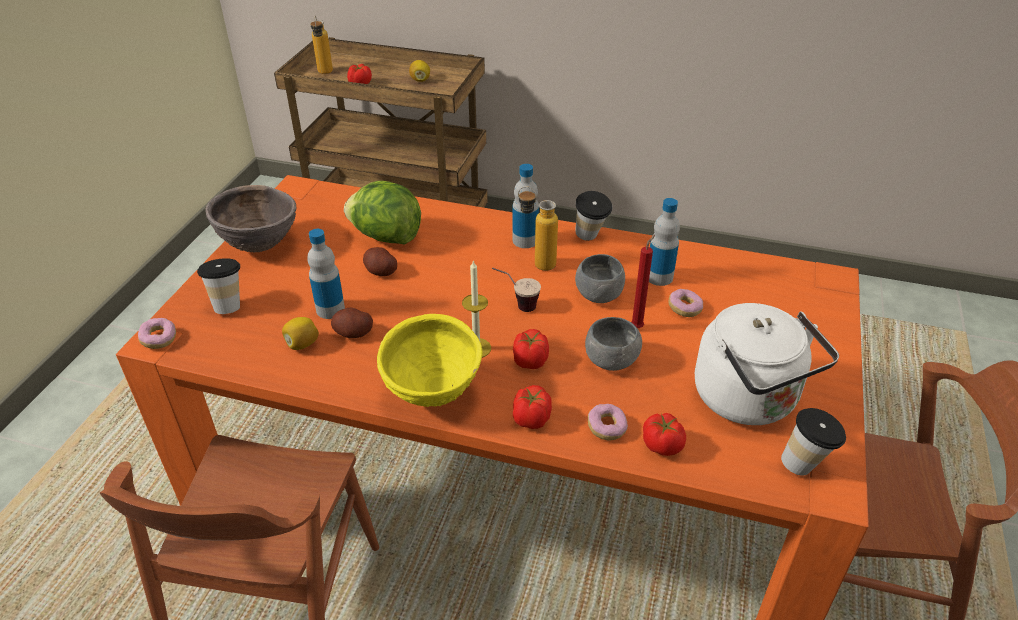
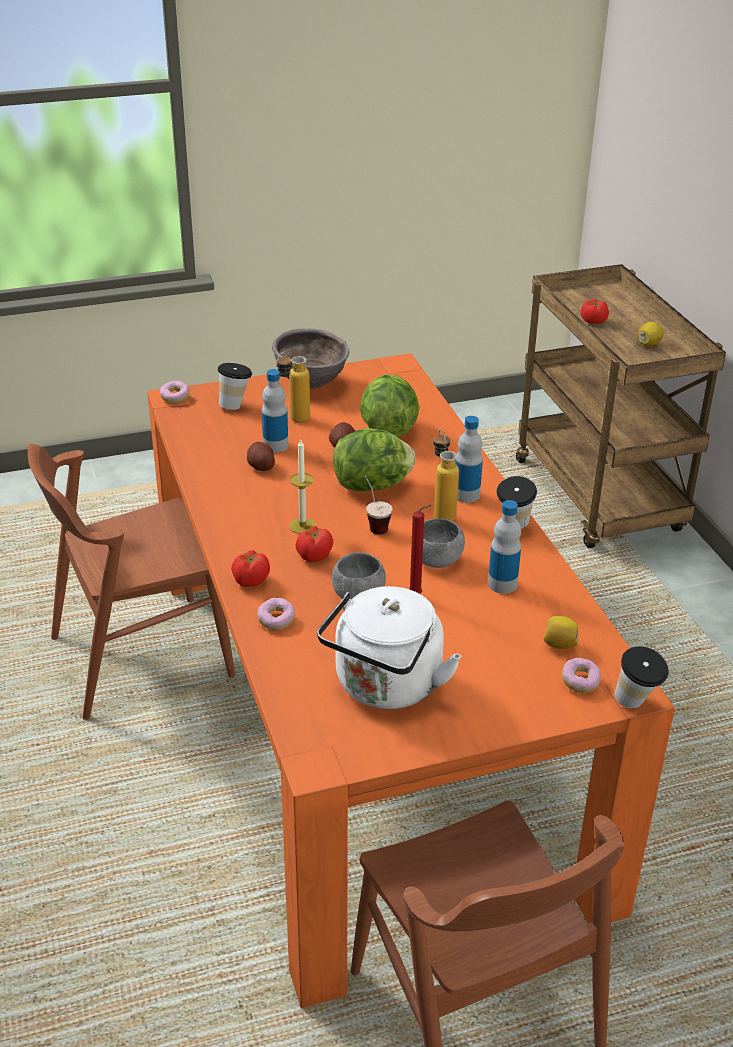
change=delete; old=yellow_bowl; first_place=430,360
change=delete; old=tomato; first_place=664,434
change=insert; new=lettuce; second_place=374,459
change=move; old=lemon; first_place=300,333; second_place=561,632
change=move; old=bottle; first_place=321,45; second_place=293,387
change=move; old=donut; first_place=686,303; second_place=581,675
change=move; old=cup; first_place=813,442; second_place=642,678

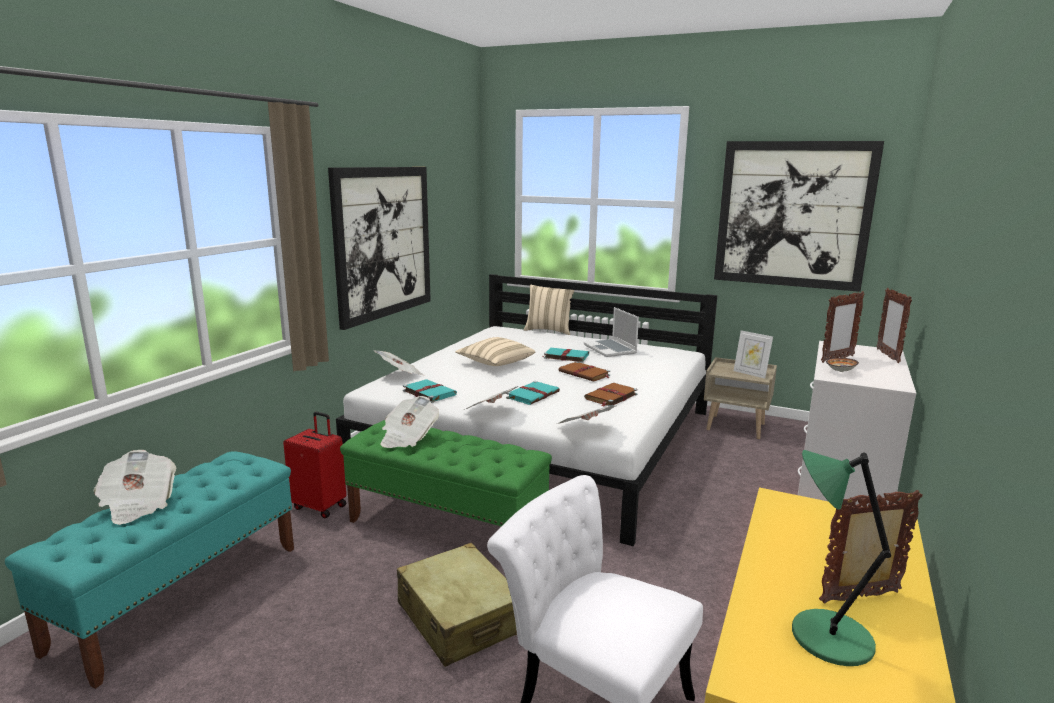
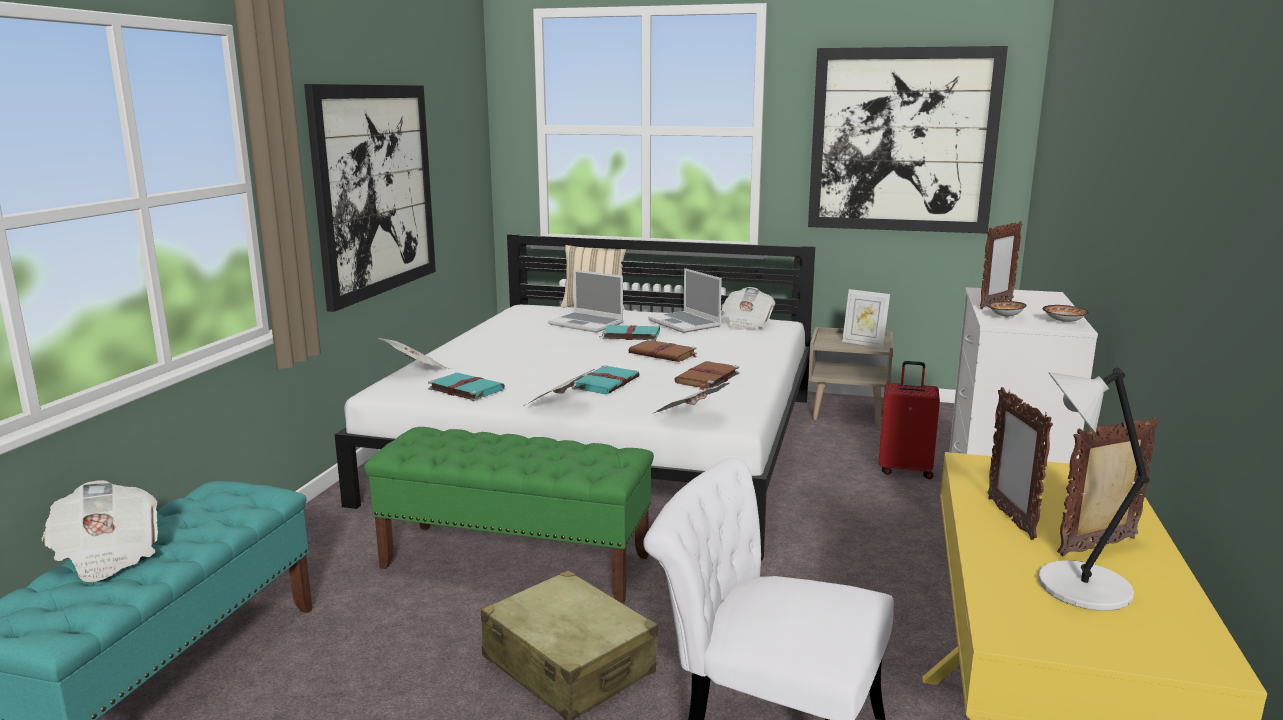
change=delete; old=beige_pillow; first_place=495,351
change=insert; new=laptop; second_place=585,301
change=insert; new=bowl; second_place=1065,314
change=move; old=red_suitcase; first_place=314,465; second_place=909,420
change=move; old=newspaper; first_place=409,422; second_place=748,308
change=move; old=picture_frame; first_place=894,325; second_place=1020,463
change=recolor; old=green_table_lamp; new=grey_table_lamp; first_place=841,558; second_place=1094,489

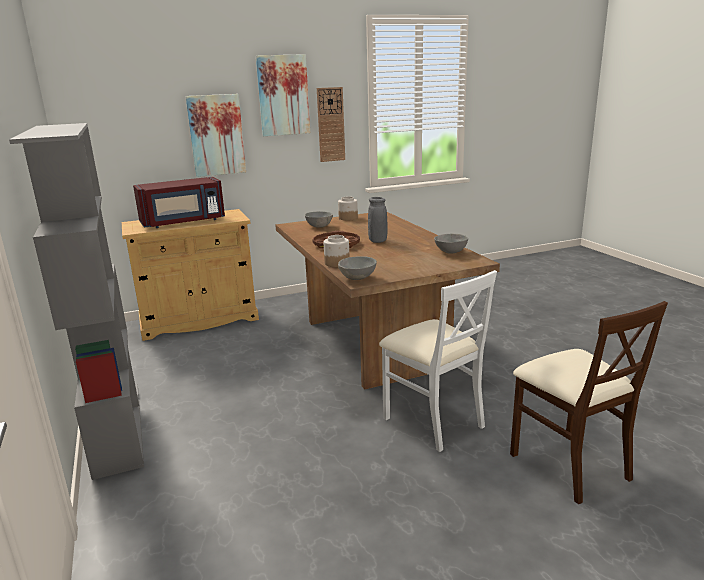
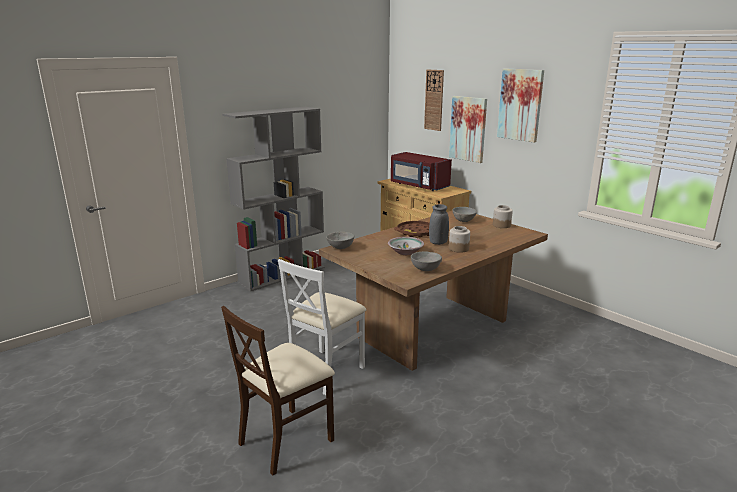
change=insert; new=bowl; second_place=406,246
change=move; old=wall_clock; first_place=331,124; second_place=434,100
change=move; old=jar; first_place=337,251; second_place=459,239

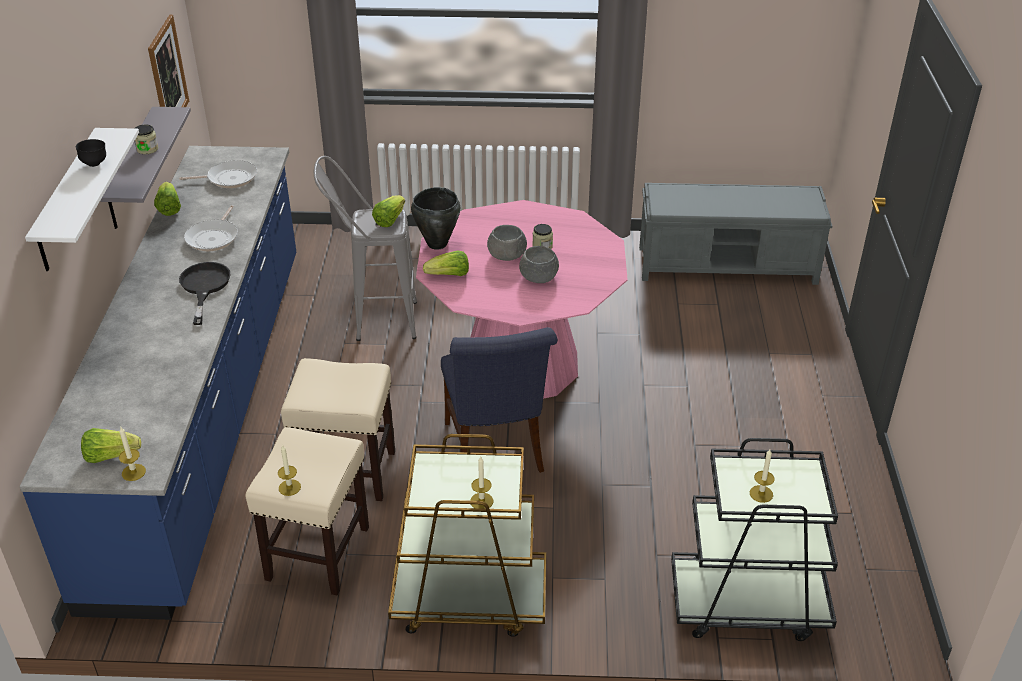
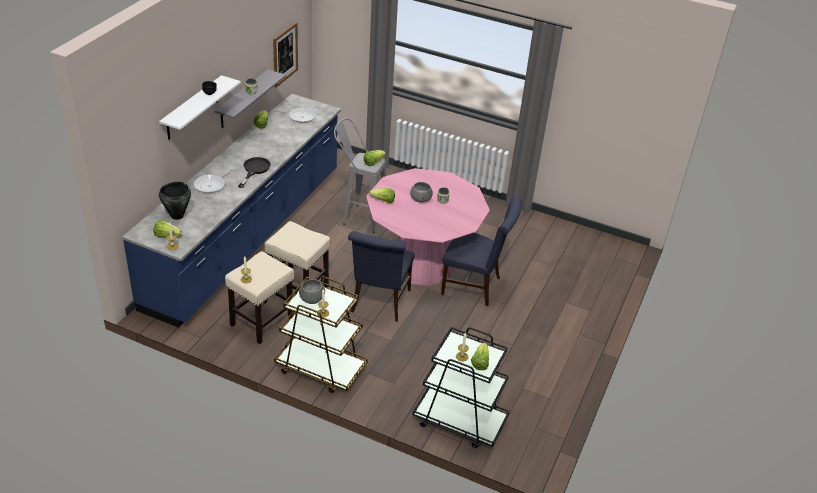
change=delete; old=grey_bench; first_place=735,234
change=insert; new=blue_chair; second_place=481,252
change=insert; new=lettuce; second_place=480,356
change=move; old=frying_pan; first_place=211,228; second_place=213,181
change=move; old=black_cooking_pot; first_place=435,218; second_place=175,201
change=move; old=grey_bowl; first_place=539,264; second_place=312,291

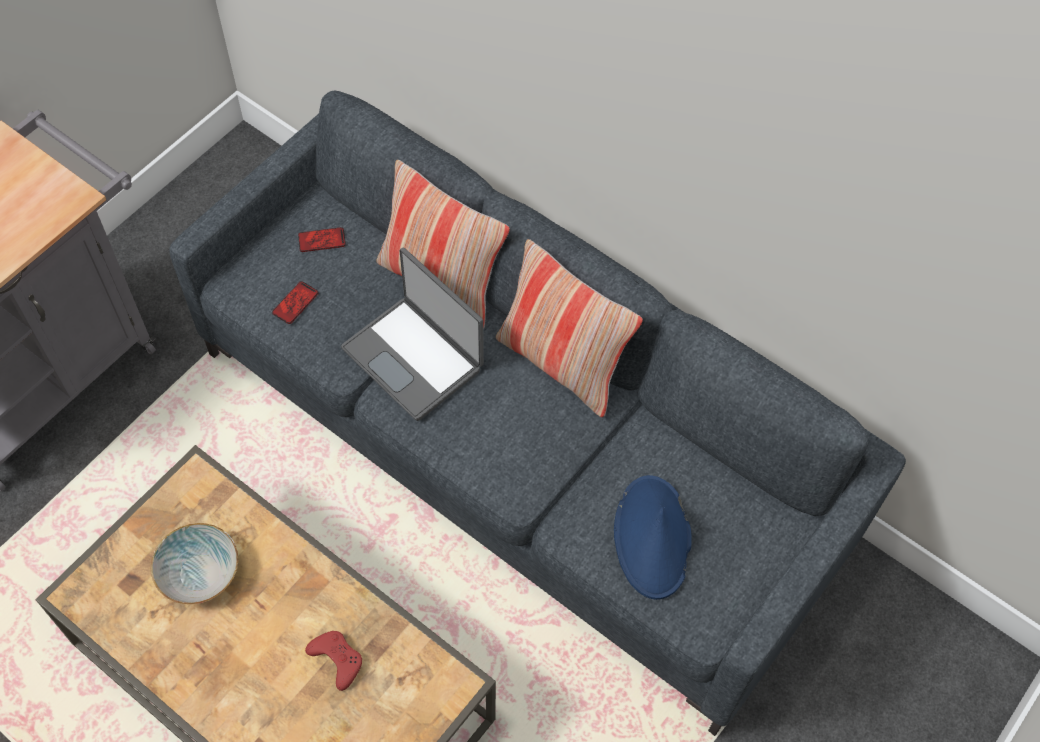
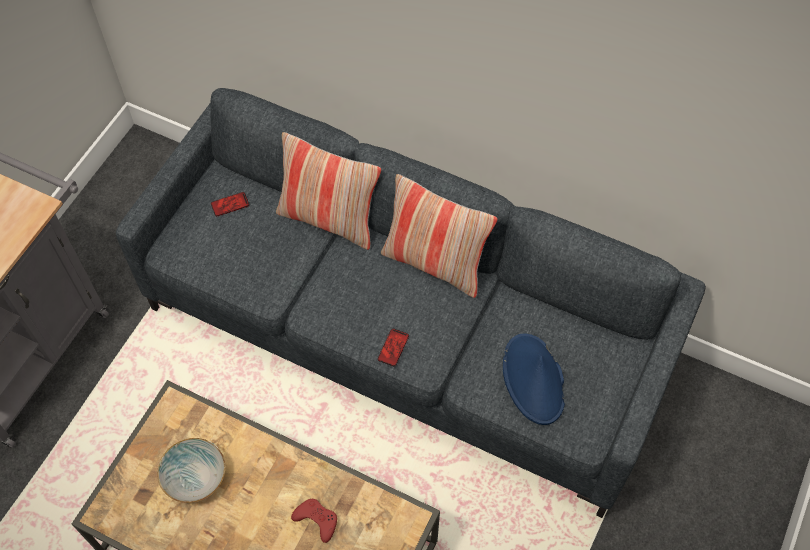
change=delete; old=laptop; first_place=412,334
change=move; old=phone; first_place=295,302; second_place=393,347

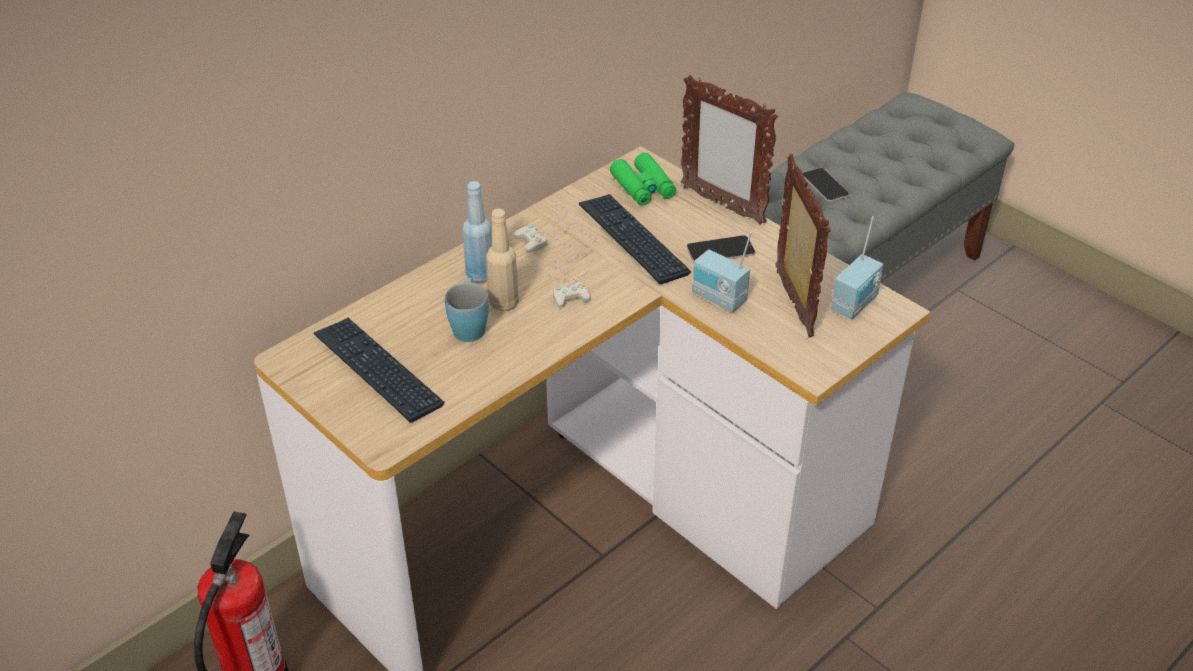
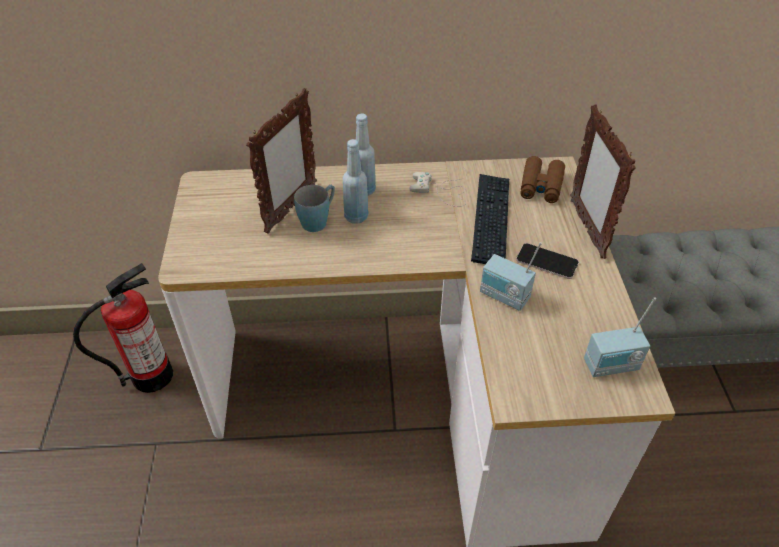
change=delete; old=keyboard; first_place=379,370
change=delete; old=white_game_controller; first_place=555,280
change=delete; old=phone; first_place=826,185
change=move; old=picture_frame; first_place=802,246; second_place=281,161
change=recolor; old=beige_bottle; new=blue_bottle; first_place=502,260; second_place=355,181
change=recolor; old=green_binoculars; new=brown_binoculars; first_place=643,179; second_place=542,179
change=rotate; old=radio; first_place=722,271; second_place=511,276; degrees=-45

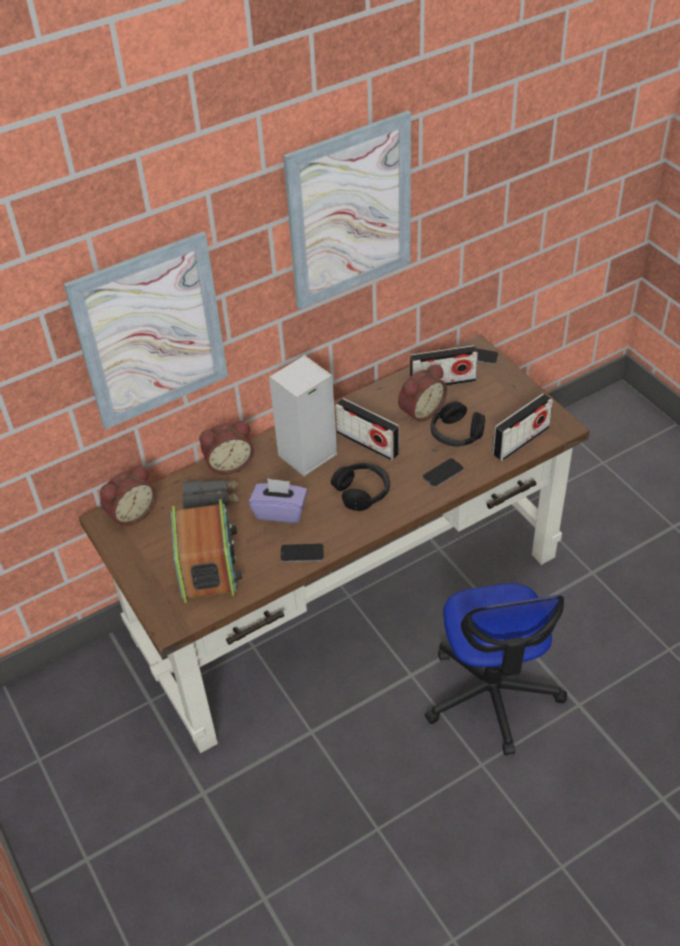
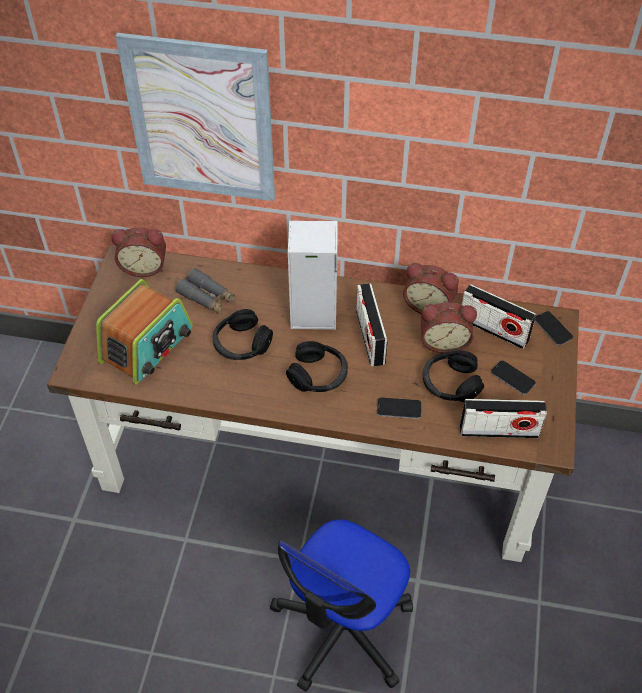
change=delete; old=picture; first_place=347,210
change=move; old=alarm_clock; first_place=226,447; second_place=431,288
change=move; old=phone; first_place=302,553; second_place=513,378
change=replace; old=purple_tissue_box; new=black_headphones; first_place=278,500; second_place=242,334

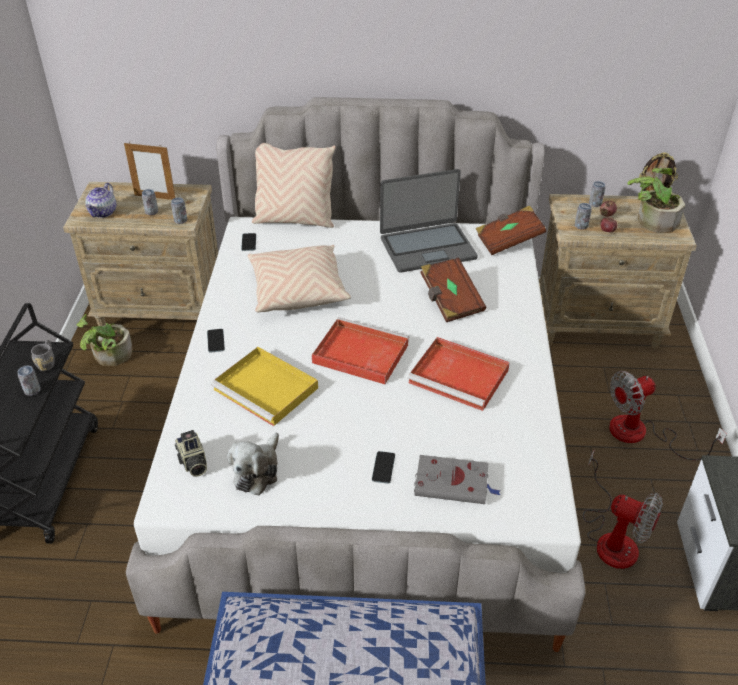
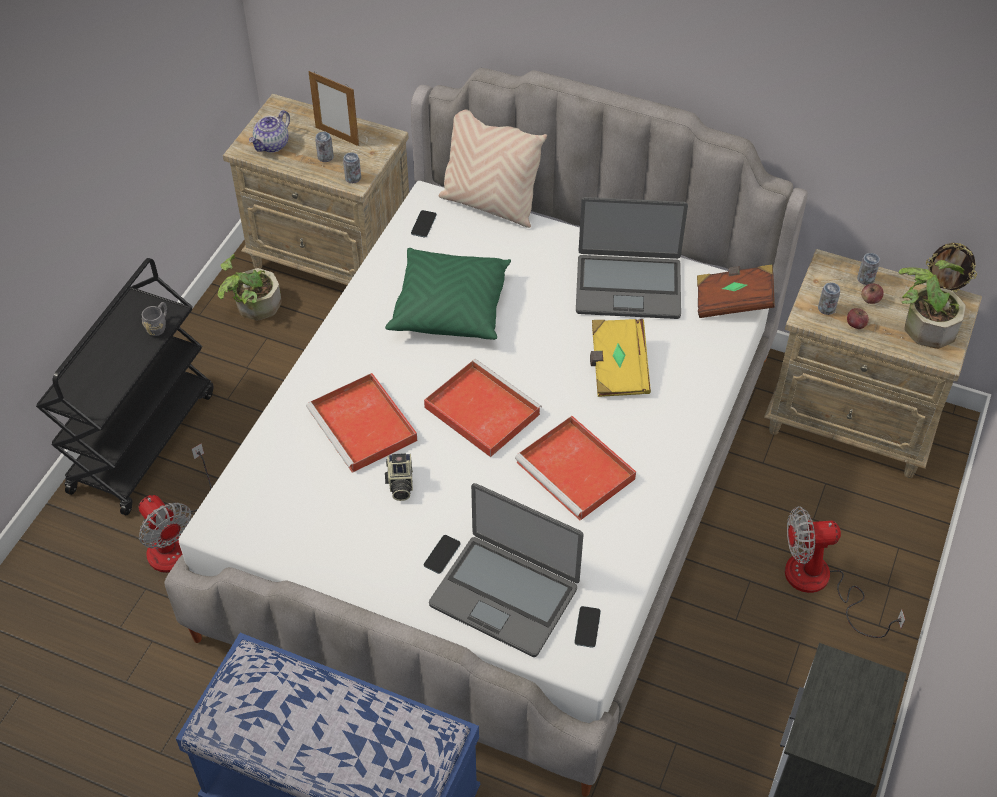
change=delete; old=can; first_place=29,381
change=delete; old=plush_toy; first_place=253,464
change=move; old=photo_camera; first_place=191,453; second_place=399,477
change=move; old=phone; first_place=216,341; second_place=587,627
change=move; old=fan; first_place=623,509; second_place=175,508
change=replace; old=grey_book; new=laptop; first_place=457,479; second_place=506,570
change=recolor; old=yellow_tray; new=red_tray; first_place=264,386; second_place=361,423
change=recolor; old=beige_pillow; new=green_pillow; first_place=299,278; second_place=448,294
change=recolor; old=brown_book; new=yellow_book; first_place=453,289; second_place=620,358

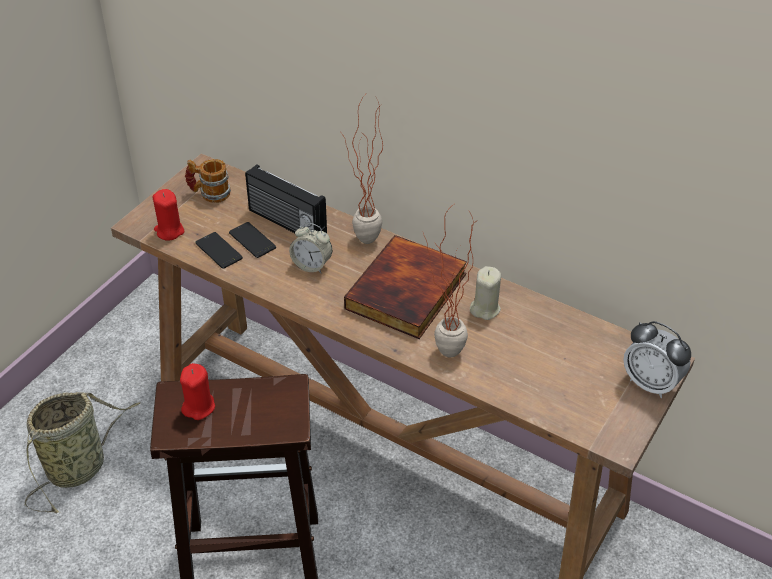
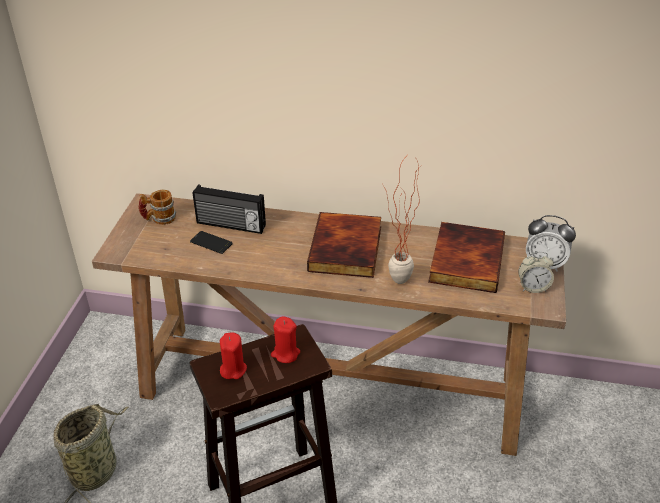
change=delete; old=phone; first_place=219,250
change=delete; old=potted_plant; first_place=361,169
change=delete; old=beige_candle; first_place=485,293
change=insert; new=book; second_place=466,257
change=move; old=red_candle; first_place=168,214; second_place=285,339
change=move; old=alarm_clock; first_place=310,248; second_place=536,272

